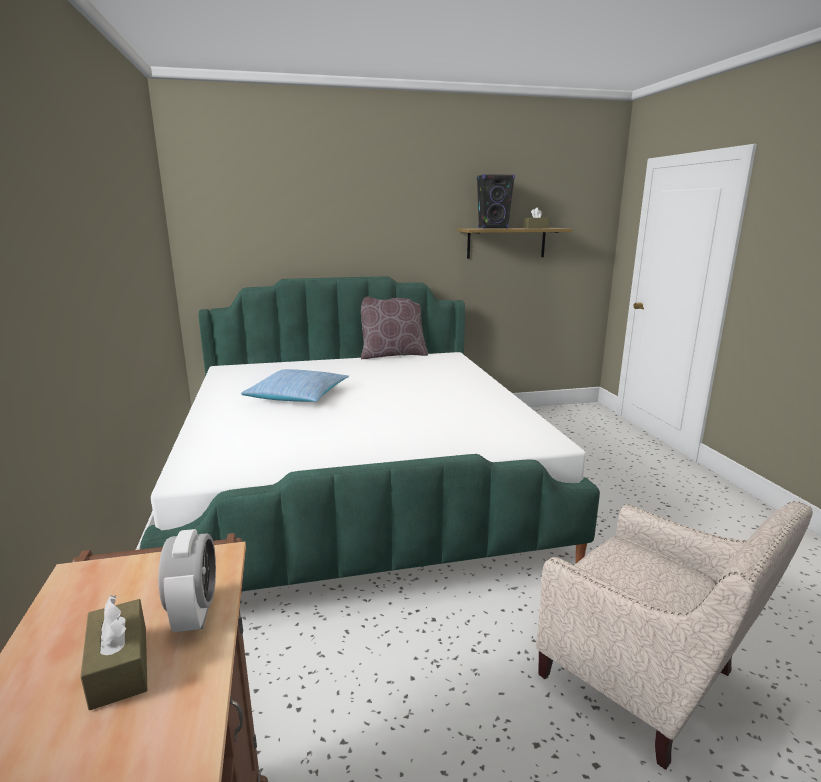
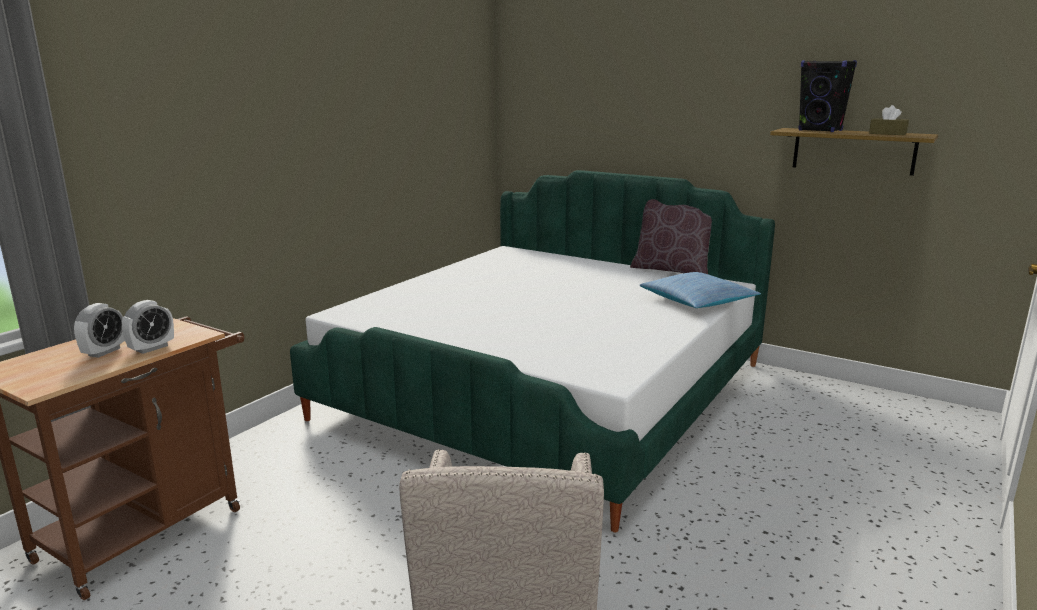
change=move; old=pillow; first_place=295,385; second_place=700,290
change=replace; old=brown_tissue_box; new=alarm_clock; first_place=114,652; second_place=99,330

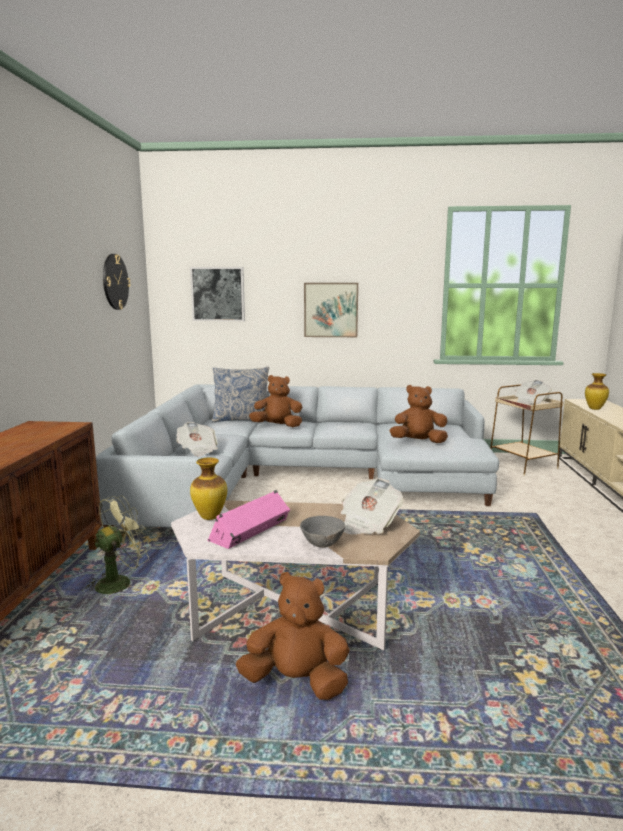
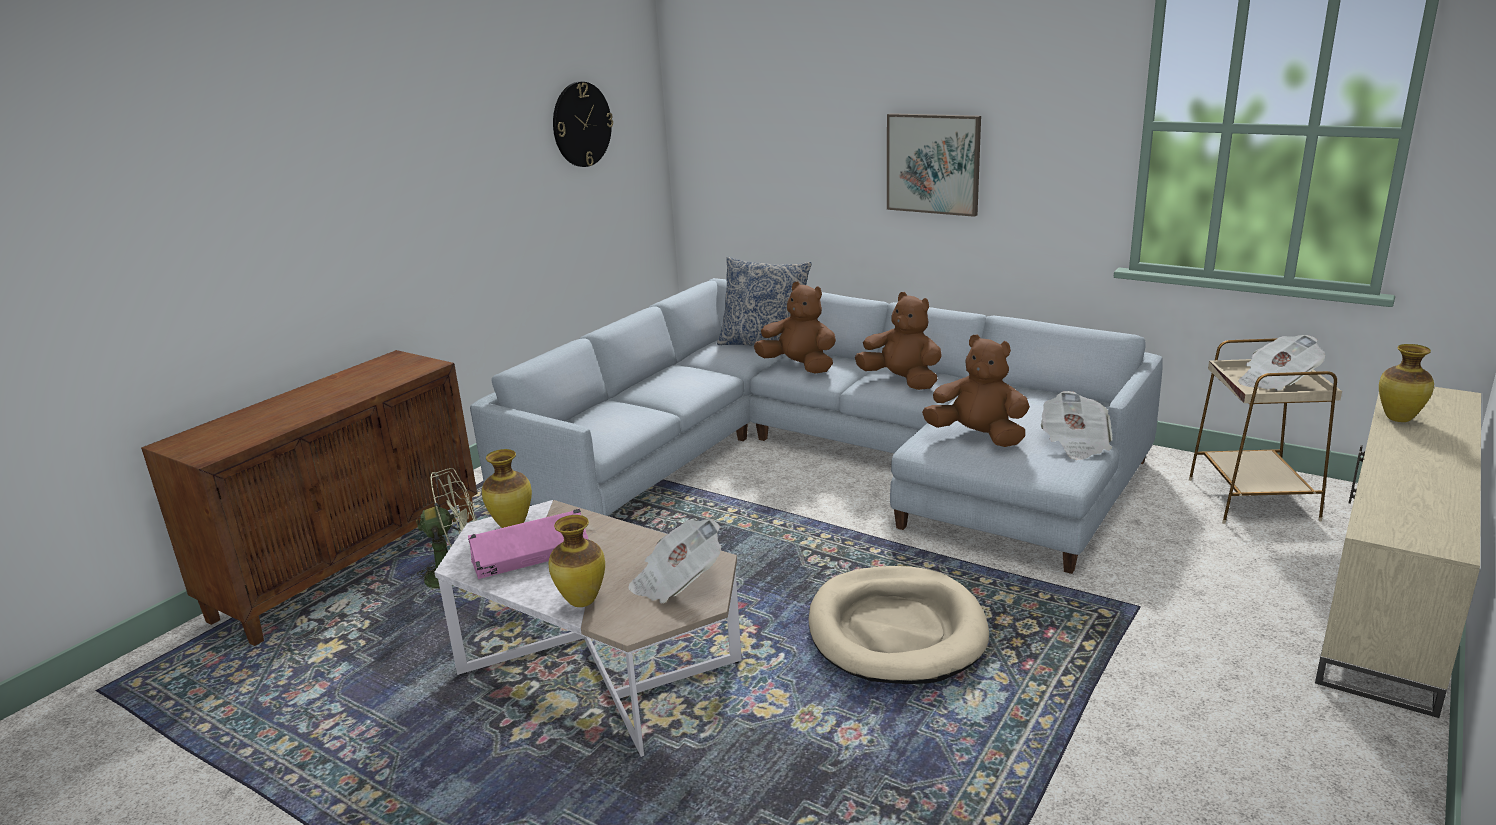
change=delete; old=picture; first_place=217,294
change=insert; new=beige_dog_bed; second_place=898,625
change=move; old=newspaper; first_place=197,439; second_place=1076,425
change=move; old=brown_plush_toy; first_place=293,636; second_place=898,341
change=replace; old=grey_bowl; new=vase; first_place=322,532; second_place=577,561

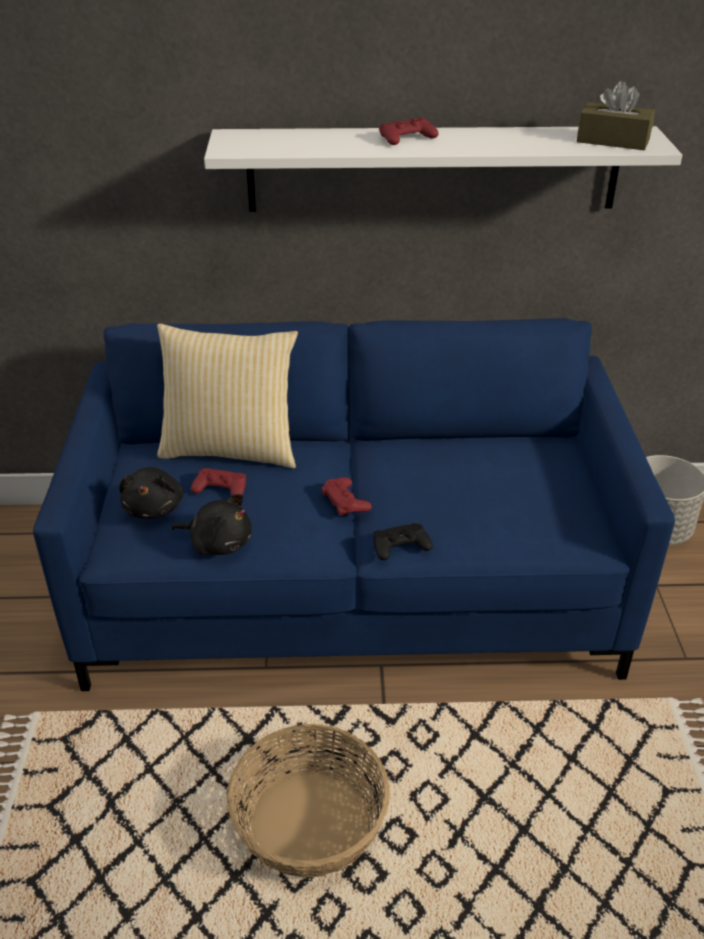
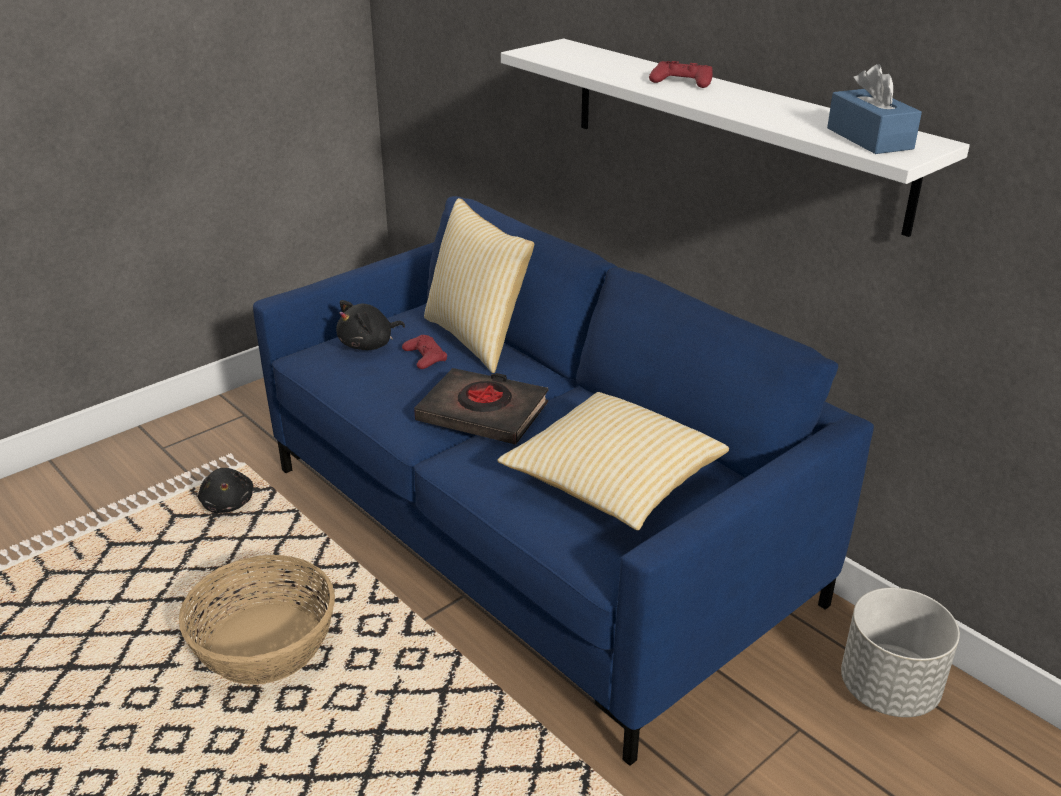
change=delete; old=black_game_controller; first_place=403,541
change=insert; new=pillow; second_place=613,461
change=move; old=black_plush_toy; first_place=211,524; second_place=225,490
change=replace; old=red_game_controller; new=black_book; first_place=346,496; second_place=481,406
change=recolor; old=brown_tissue_box; new=blue_tissue_box; first_place=616,115; second_place=874,109

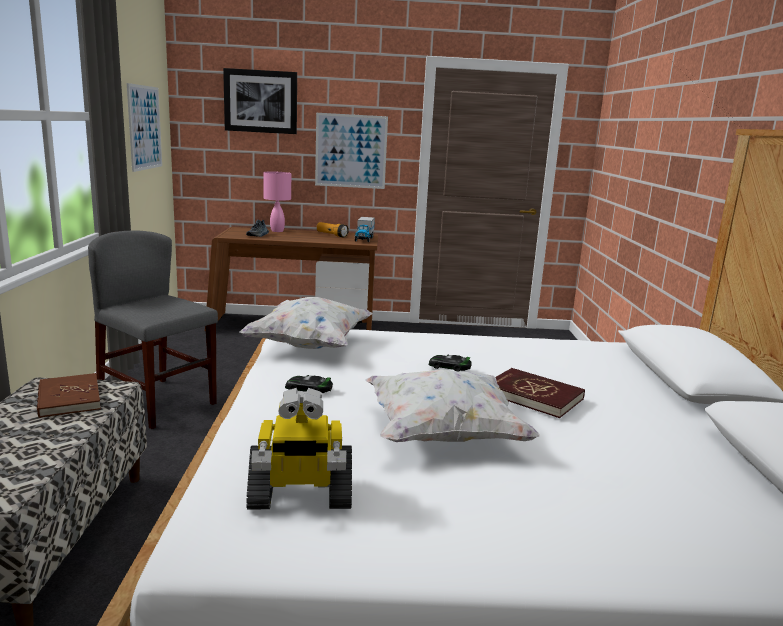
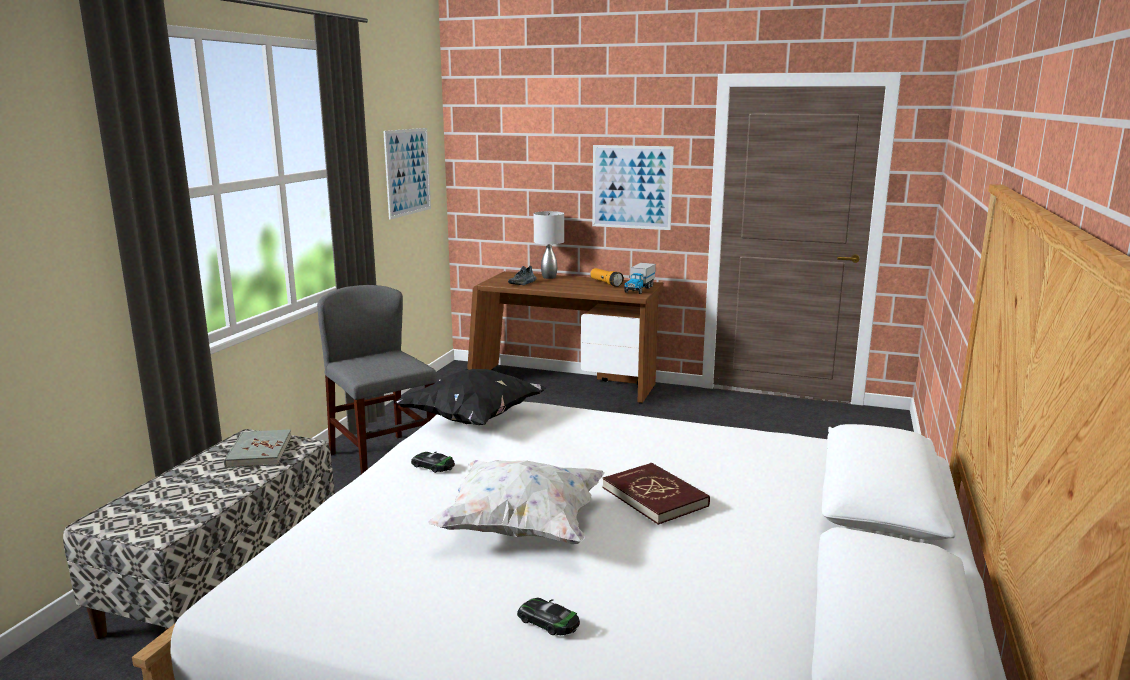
change=delete; old=picture; first_place=260,101
change=delete; old=toy_robot; first_place=299,449
change=move; old=toy_car; first_place=450,362; second_place=548,616
change=recolor; old=brown_book; new=grey_book; first_place=69,395; second_place=258,448
change=recolor; old=white_pillow; new=black_pillow; first_place=306,323; second_place=471,397
change=recolor; old=pink_table_lamp; new=grey_table_lamp; first_place=277,201; second_place=549,245

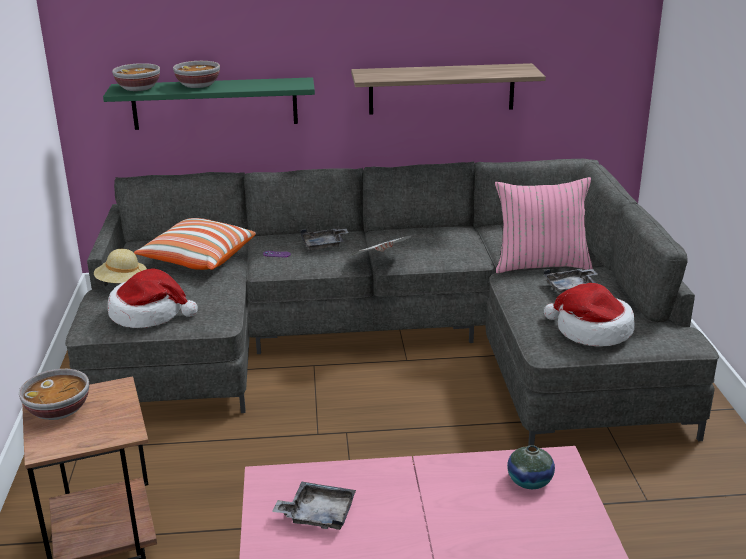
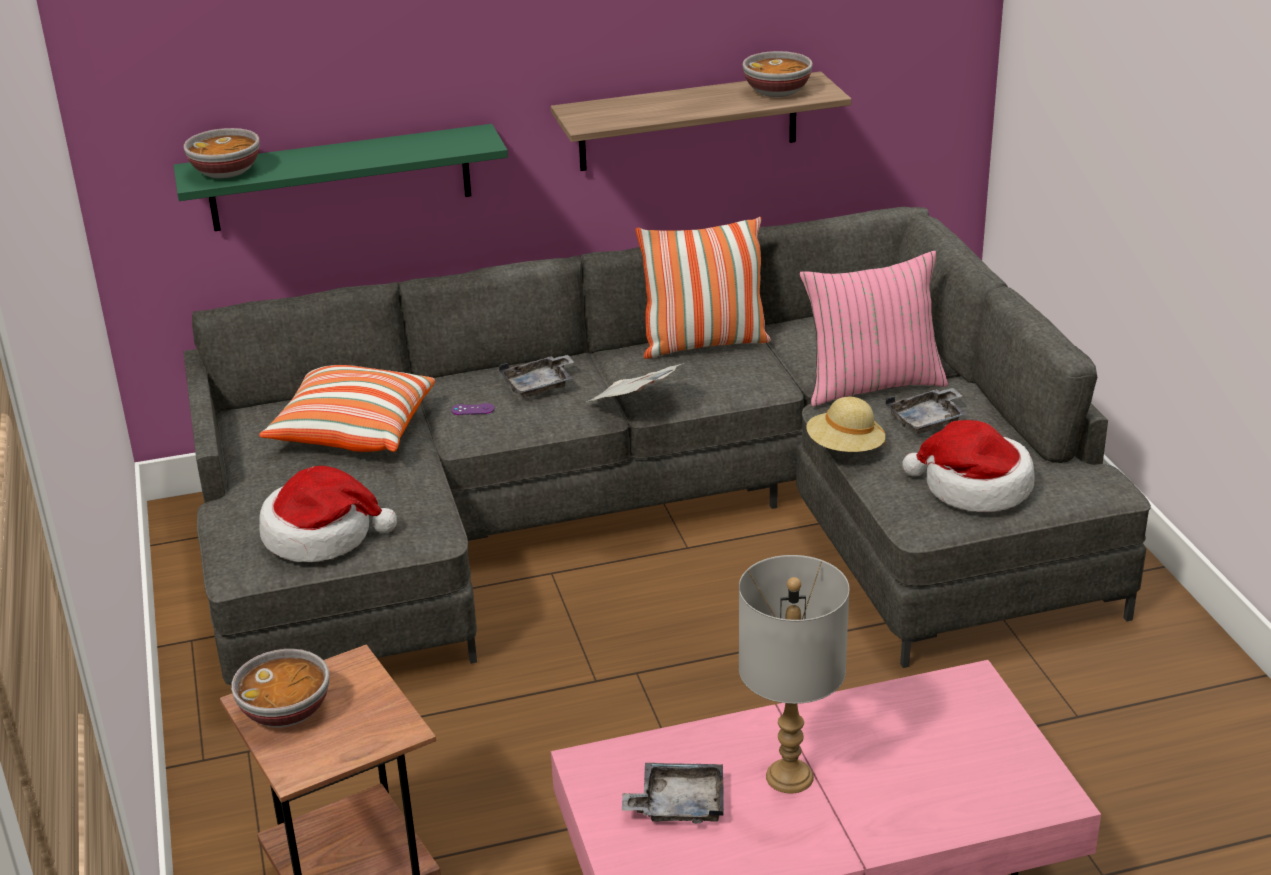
change=delete; old=vase; first_place=531,467
change=insert; new=pillow; second_place=703,288
change=insert; new=grey_table_lamp; second_place=794,674
change=move; old=beige_hat; first_place=120,266; second_place=846,424
change=move; old=bowl; first_place=196,74; second_place=777,74

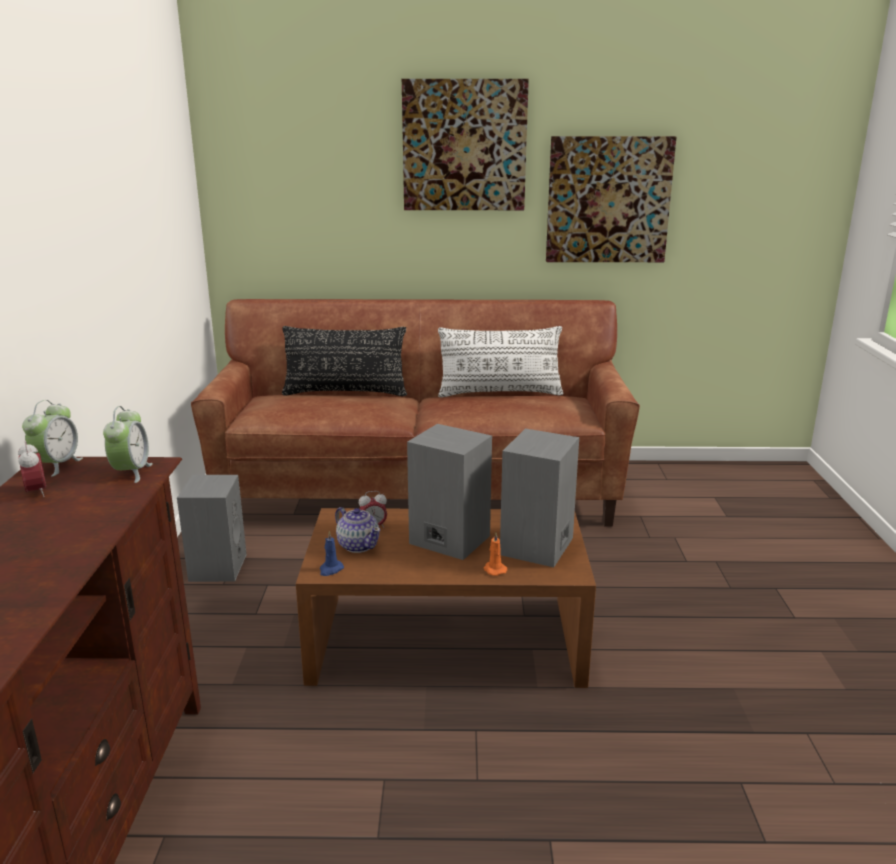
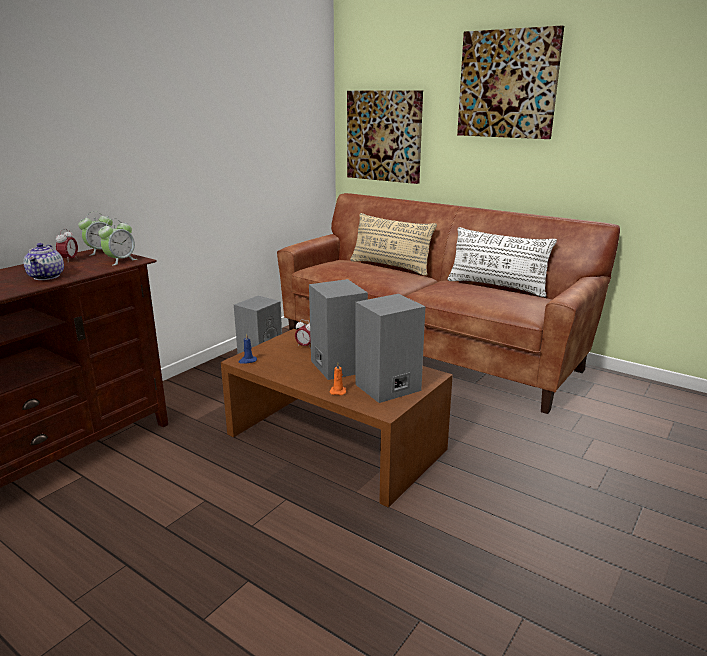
change=move; old=teapot; first_place=357,530; second_place=43,261
change=move; old=picture; first_place=611,199; second_place=385,137
change=recolor; old=black_pillow; new=beige_pillow; first_place=344,361; second_place=393,244

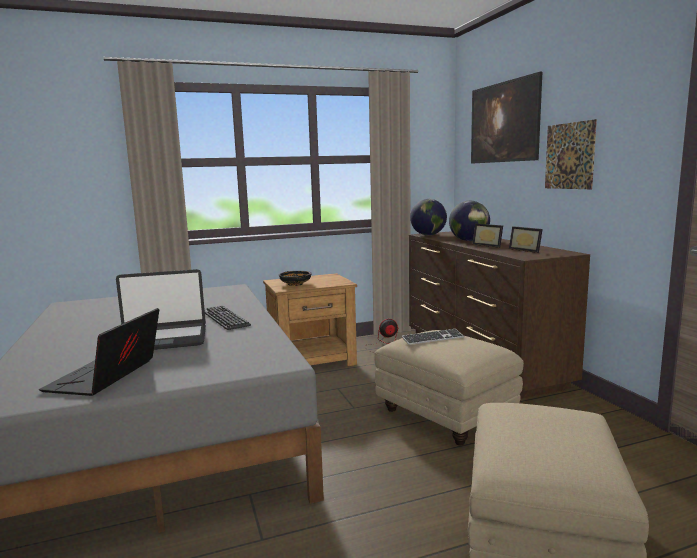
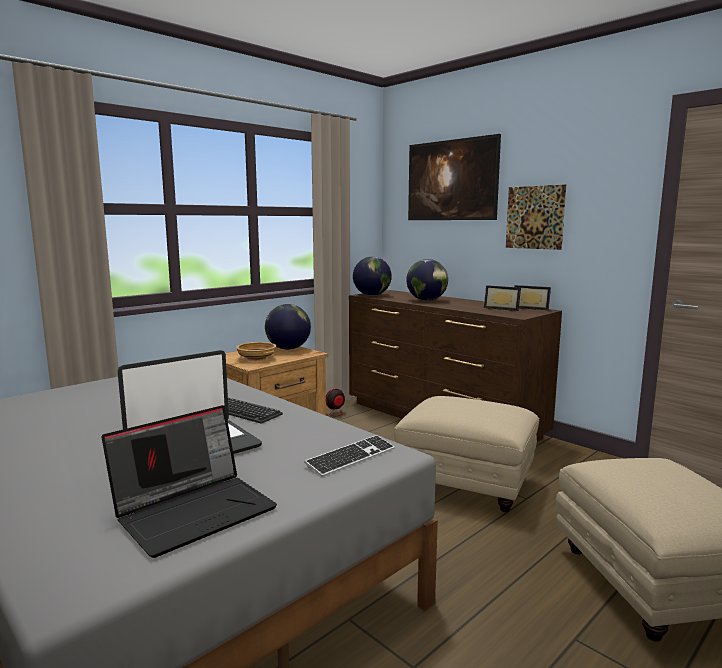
change=insert; new=globe; second_place=288,327
change=move; old=keyboard; first_place=433,337; second_place=349,456
change=move; old=picture_frame; first_place=487,235; second_place=532,297
change=recolor; old=black_bowl; new=beige_bowl; first_place=295,278; second_place=256,351
change=rotate; old=laptop; first_place=99,352; second_place=189,481; degrees=-120

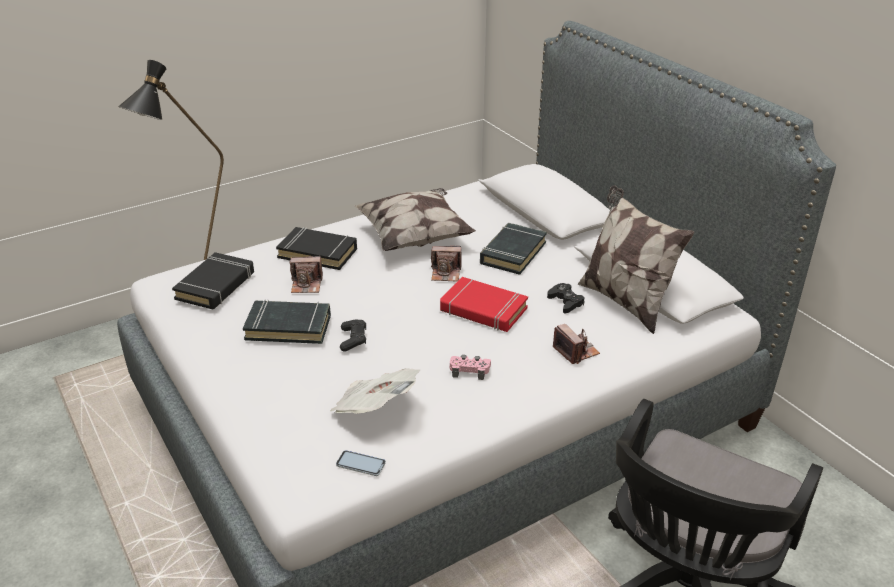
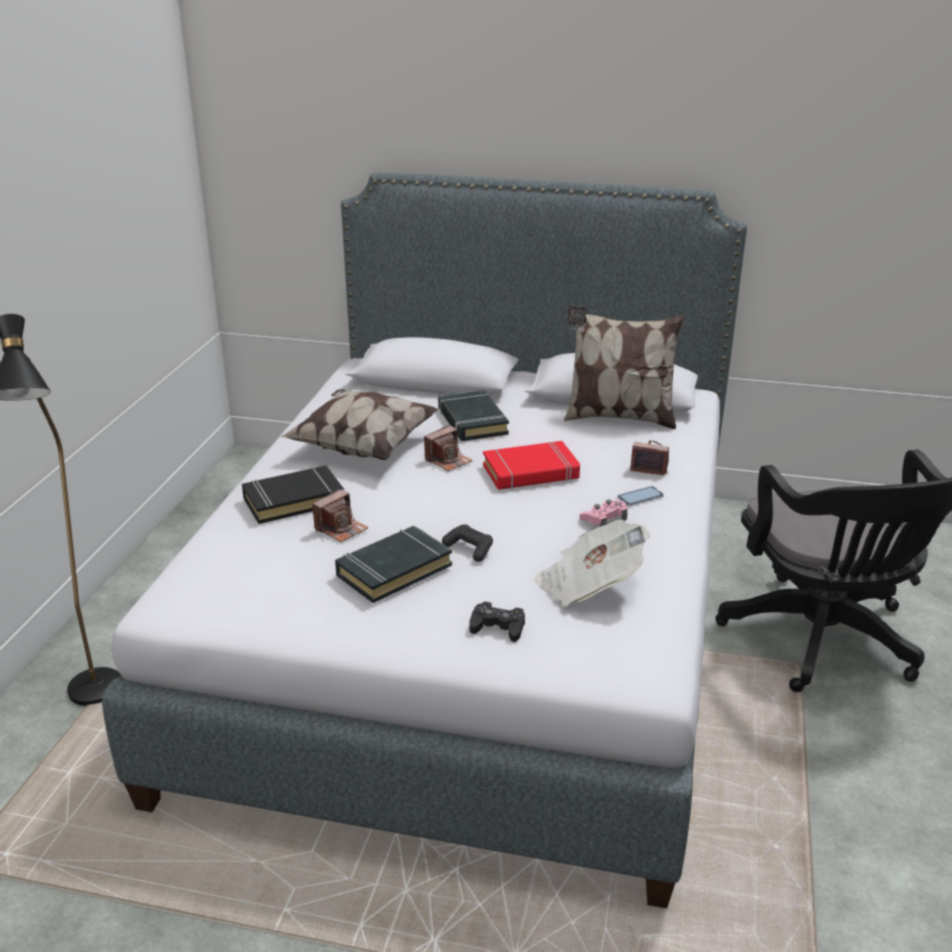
change=delete; old=black_book; first_place=213,281
change=move; old=phone; first_place=361,463; second_place=641,496
change=move; old=black_game_controller; first_place=566,298; second_place=497,622

